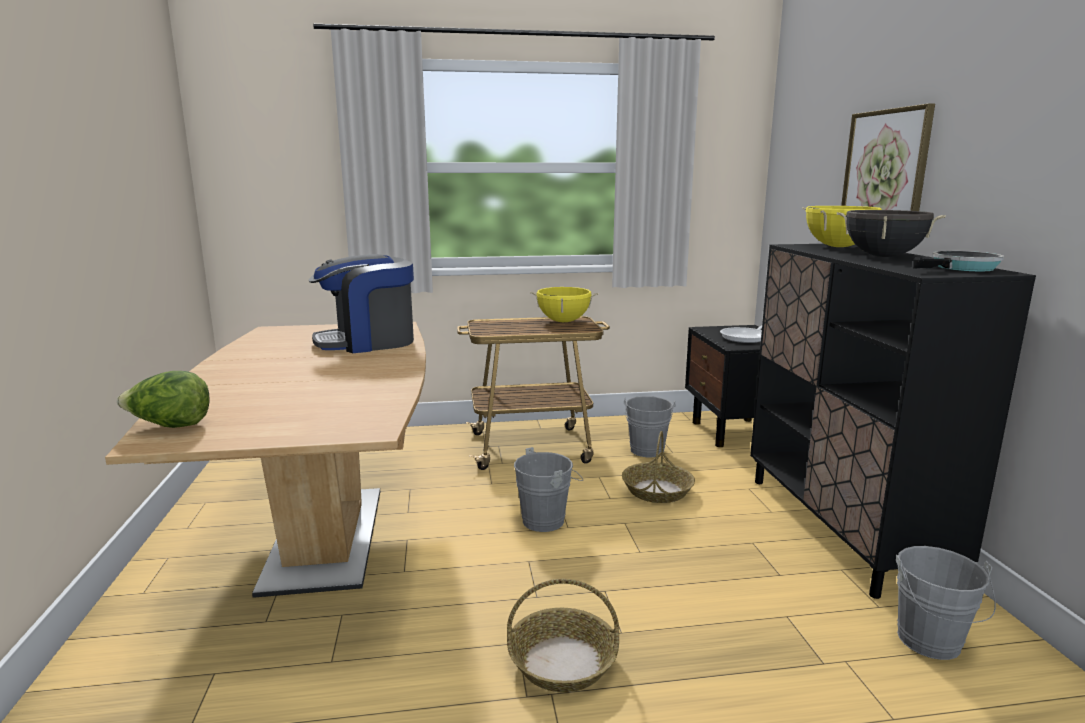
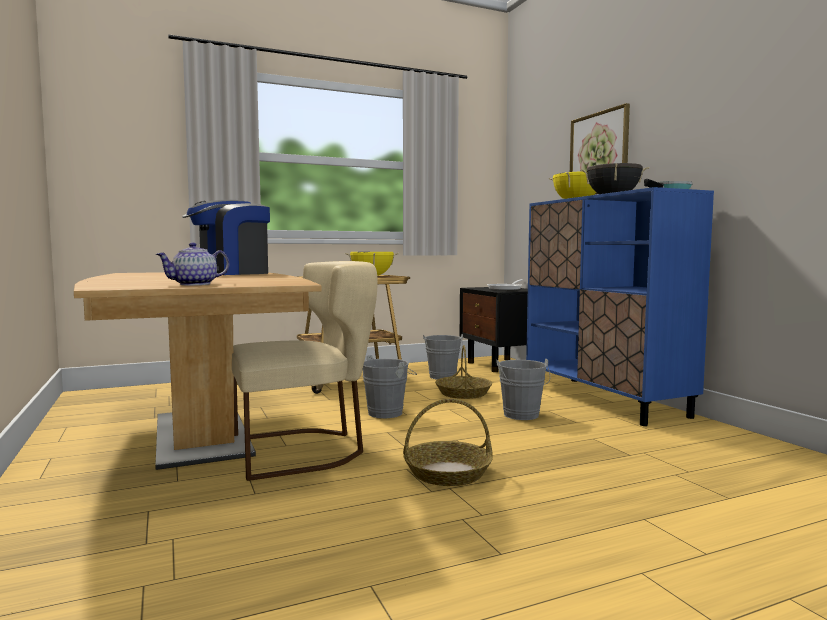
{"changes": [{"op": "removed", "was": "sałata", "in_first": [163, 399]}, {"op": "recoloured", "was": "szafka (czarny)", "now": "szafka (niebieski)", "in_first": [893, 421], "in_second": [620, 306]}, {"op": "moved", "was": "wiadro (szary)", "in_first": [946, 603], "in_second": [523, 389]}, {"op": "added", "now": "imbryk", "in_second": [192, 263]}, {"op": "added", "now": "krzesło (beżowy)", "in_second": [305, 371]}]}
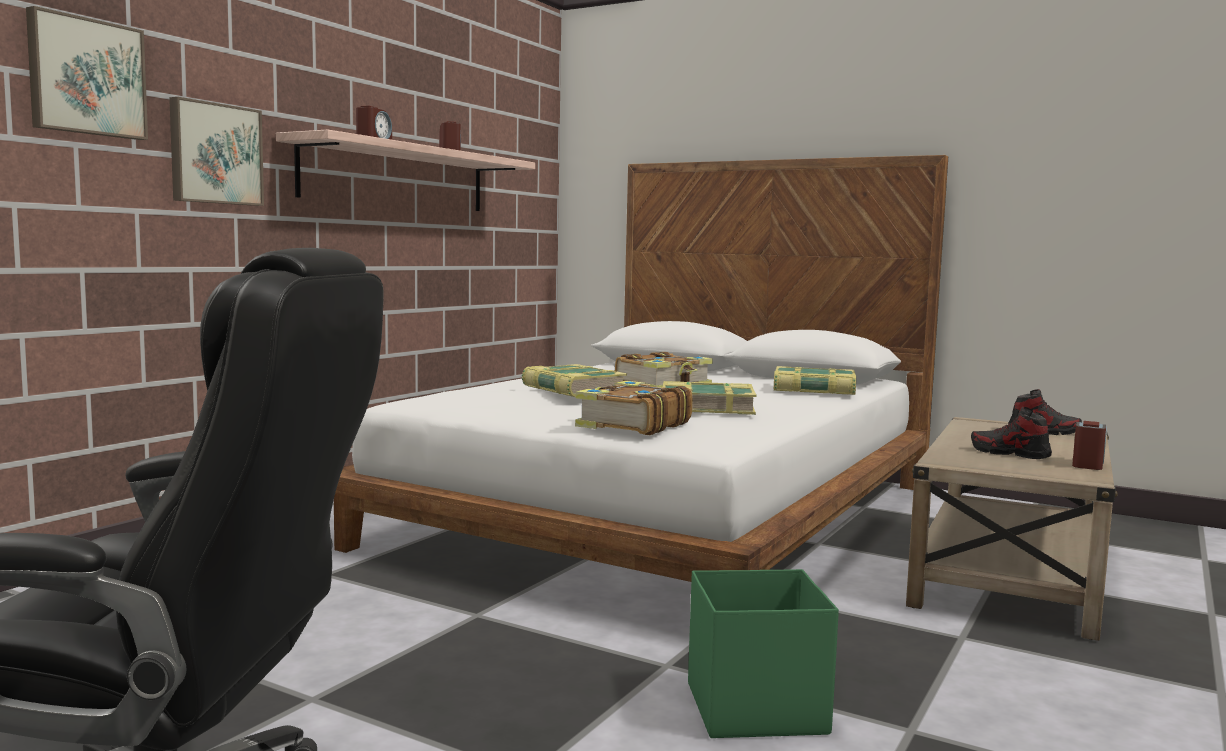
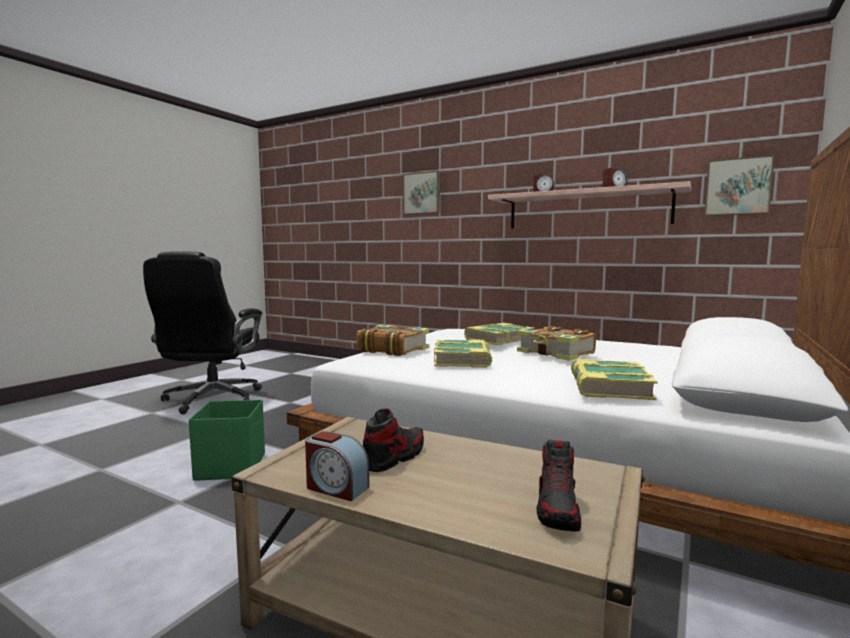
{"changes": [{"op": "moved", "was": "obraz", "in_first": [216, 151], "in_second": [739, 185]}]}
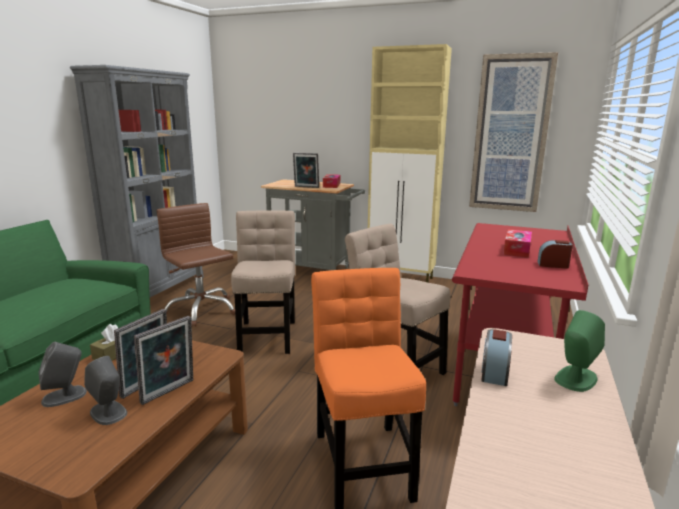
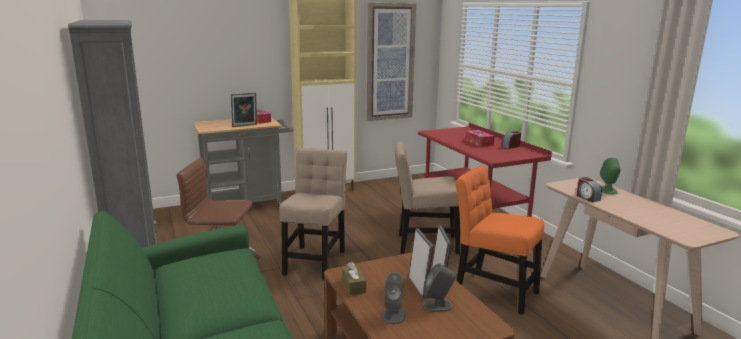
{"changes": [{"op": "turned", "was": "krzesło (beżowy)", "in_first": [263, 282], "in_second": [313, 214], "clockwise": 60}]}
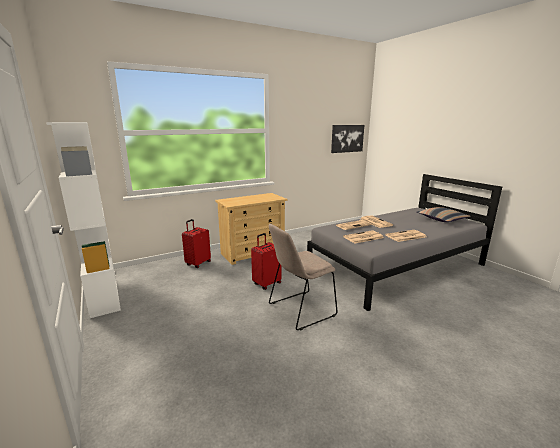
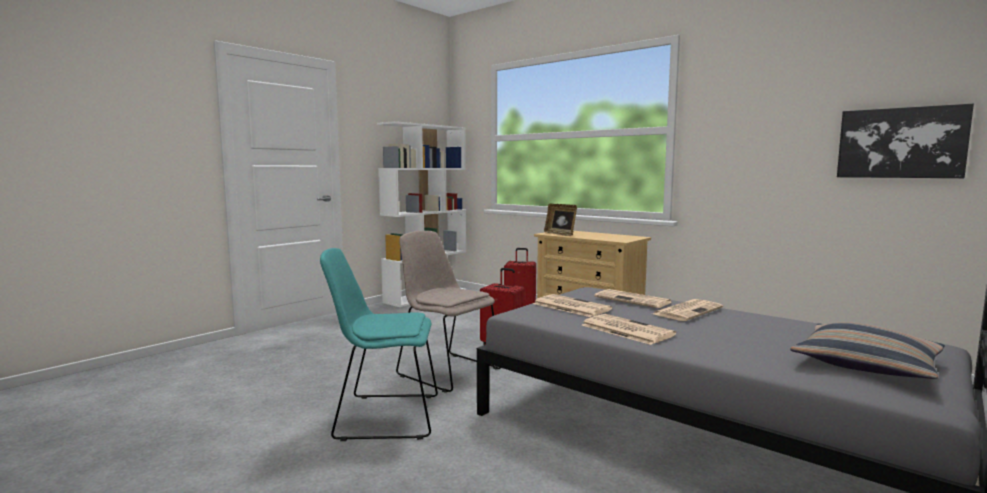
{"changes": [{"op": "added", "now": "krzesło (turkusowy)", "in_second": [379, 344]}, {"op": "added", "now": "ramka na zdjęcie", "in_second": [560, 219]}]}
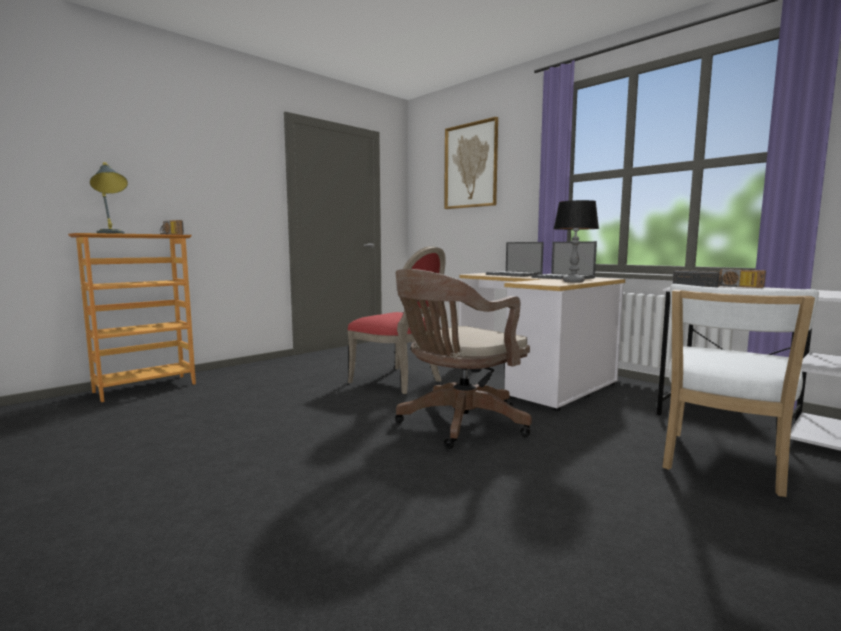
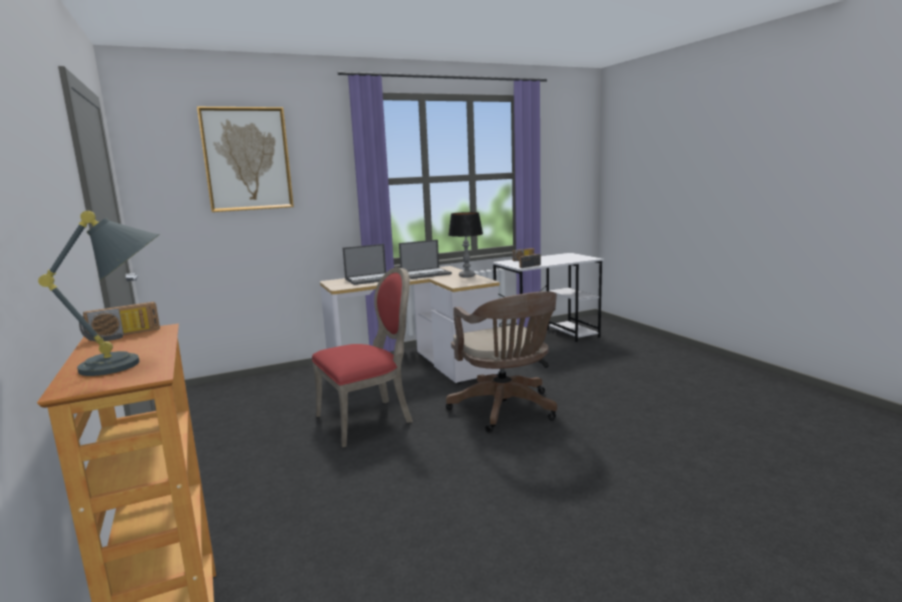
{"changes": [{"op": "removed", "was": "krzesło (biały)", "in_first": [741, 390]}]}
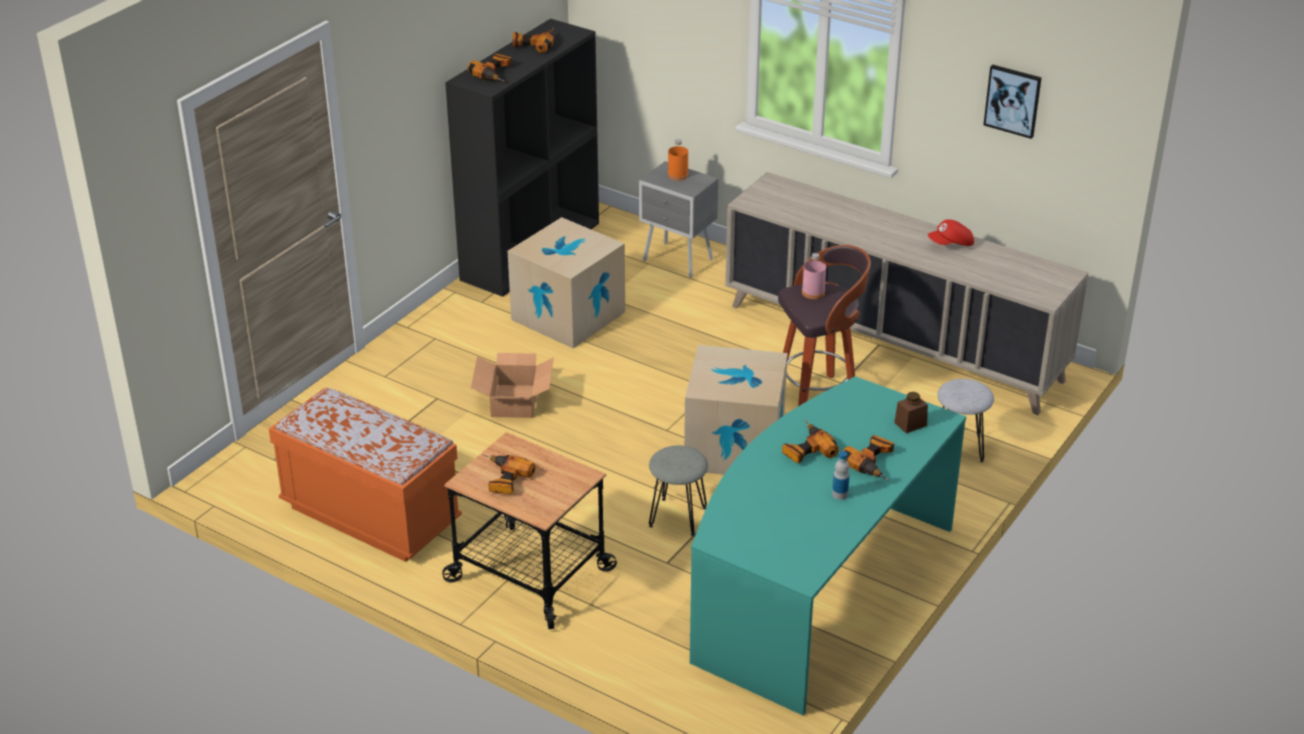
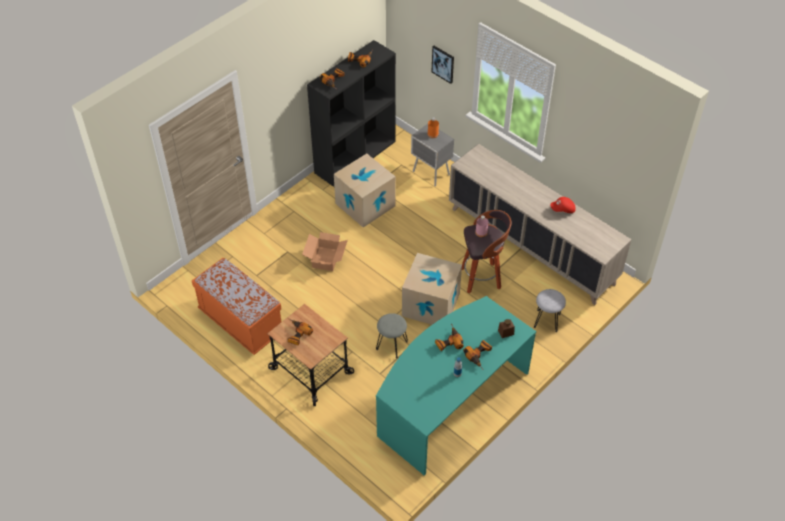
{"changes": [{"op": "moved", "was": "obraz", "in_first": [1012, 101], "in_second": [443, 65]}]}
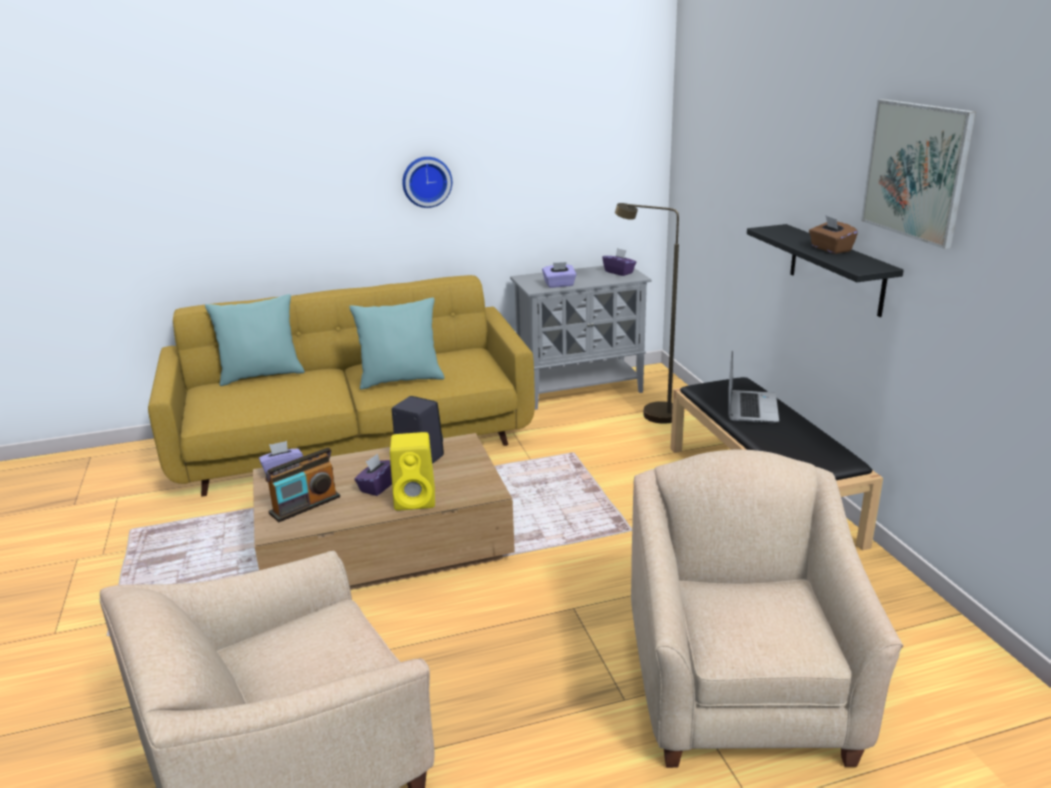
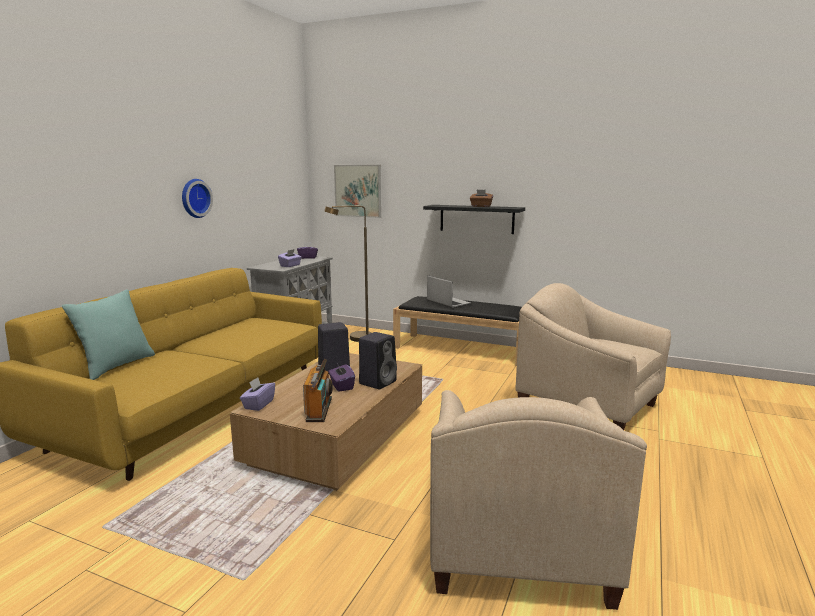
{"changes": [{"op": "removed", "was": "poduszka (turkusowy)", "in_first": [397, 344]}, {"op": "recoloured", "was": "głośnik (żółty)", "now": "głośnik (czarny)", "in_first": [412, 471], "in_second": [378, 360]}, {"op": "moved", "was": "obraz", "in_first": [918, 174], "in_second": [357, 191]}]}
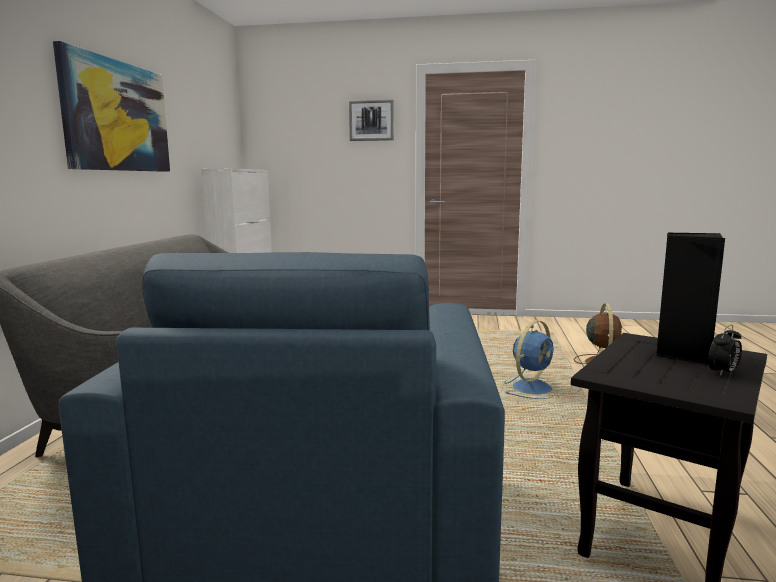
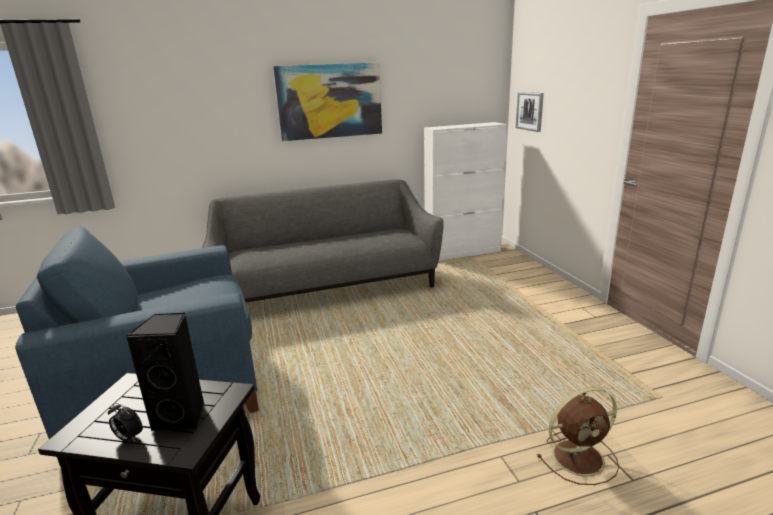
{"changes": [{"op": "moved", "was": "obraz", "in_first": [371, 120], "in_second": [530, 112]}, {"op": "removed", "was": "wentylator (niebieski)", "in_first": [529, 359]}]}
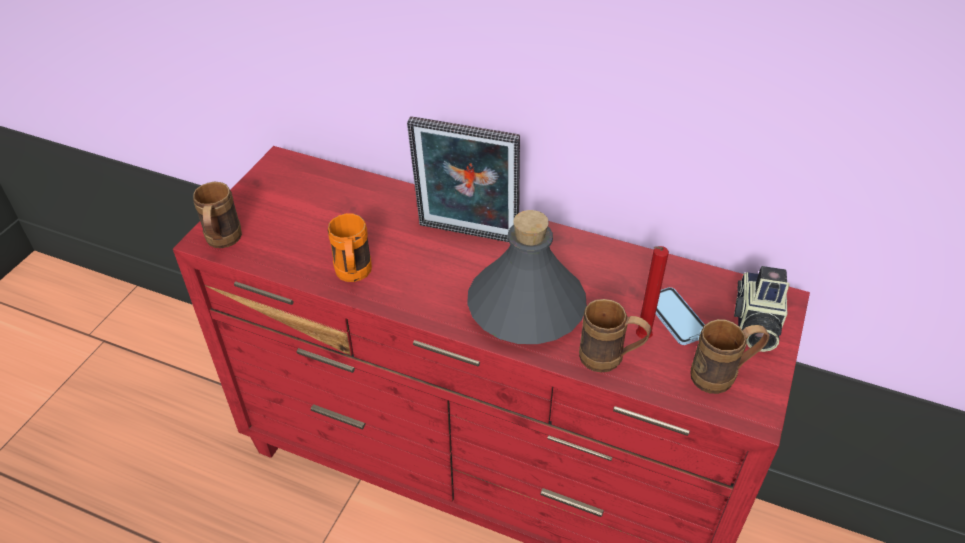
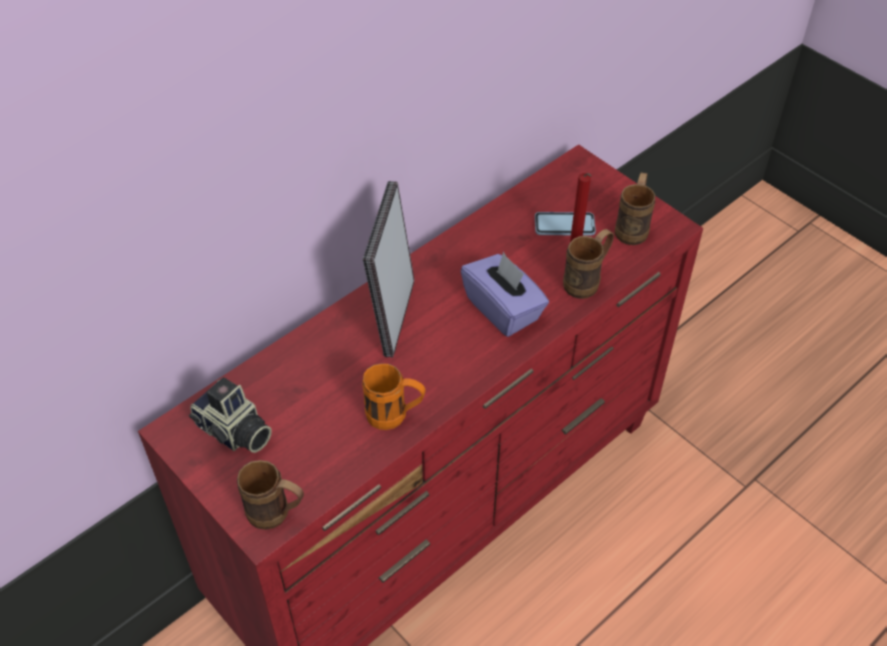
{"changes": [{"op": "turned", "was": "ramka na zdjęcie", "in_first": [463, 179], "in_second": [388, 269], "clockwise": 150}, {"op": "replaced", "was": "butelka (szary)", "now": "pudełko chusteczek (fioletowy)", "in_first": [527, 277], "in_second": [505, 294]}, {"op": "moved", "was": "aparat fotograficzny", "in_first": [762, 309], "in_second": [230, 415]}]}
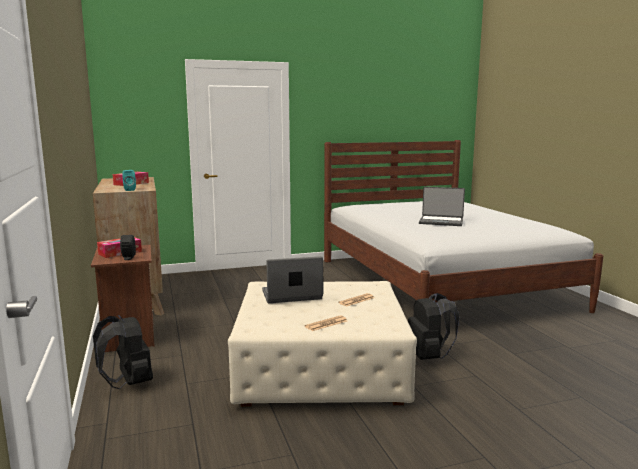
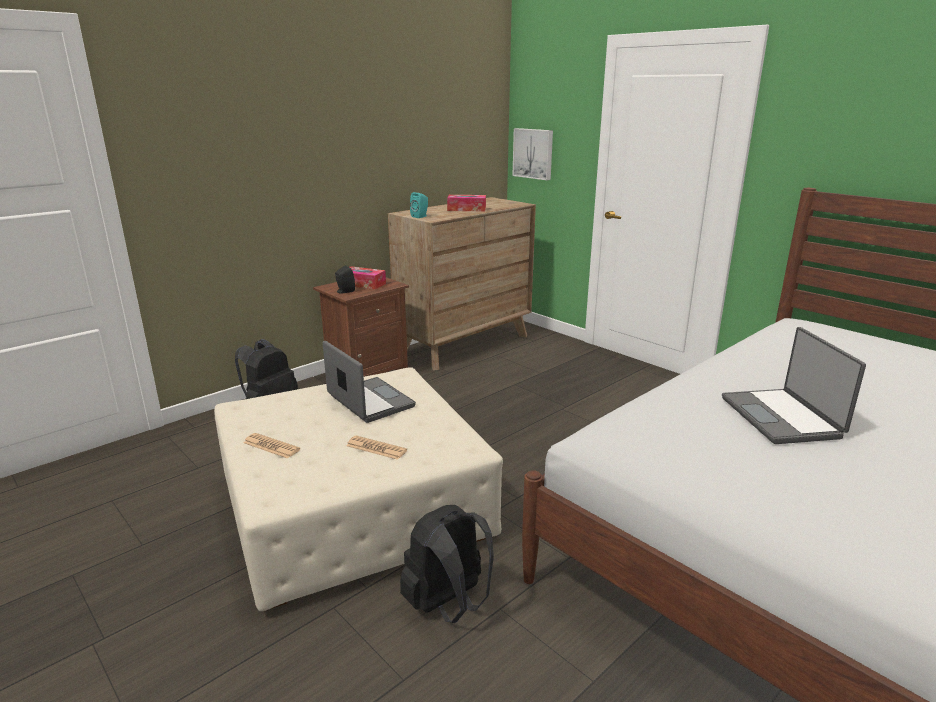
{"changes": [{"op": "added", "now": "obraz", "in_second": [532, 154]}]}
